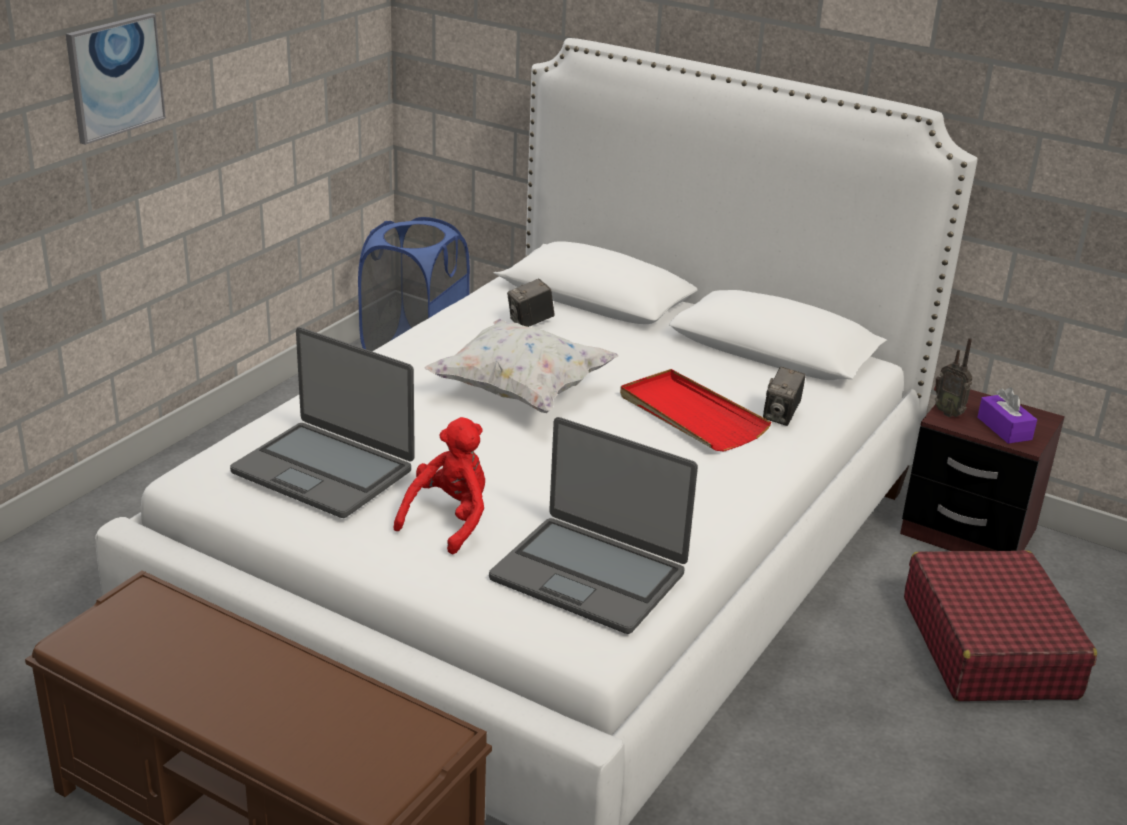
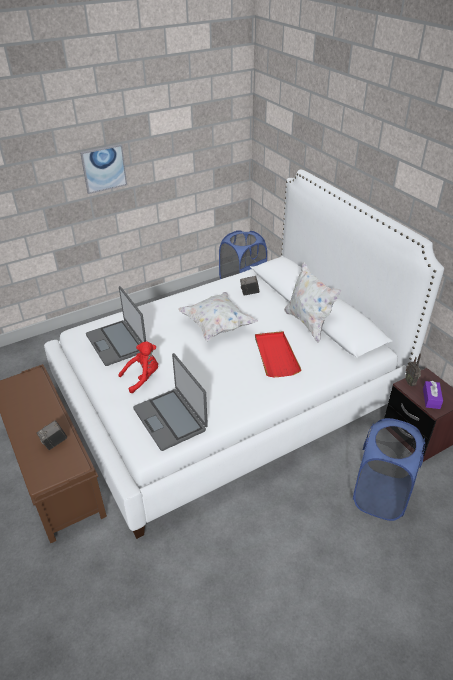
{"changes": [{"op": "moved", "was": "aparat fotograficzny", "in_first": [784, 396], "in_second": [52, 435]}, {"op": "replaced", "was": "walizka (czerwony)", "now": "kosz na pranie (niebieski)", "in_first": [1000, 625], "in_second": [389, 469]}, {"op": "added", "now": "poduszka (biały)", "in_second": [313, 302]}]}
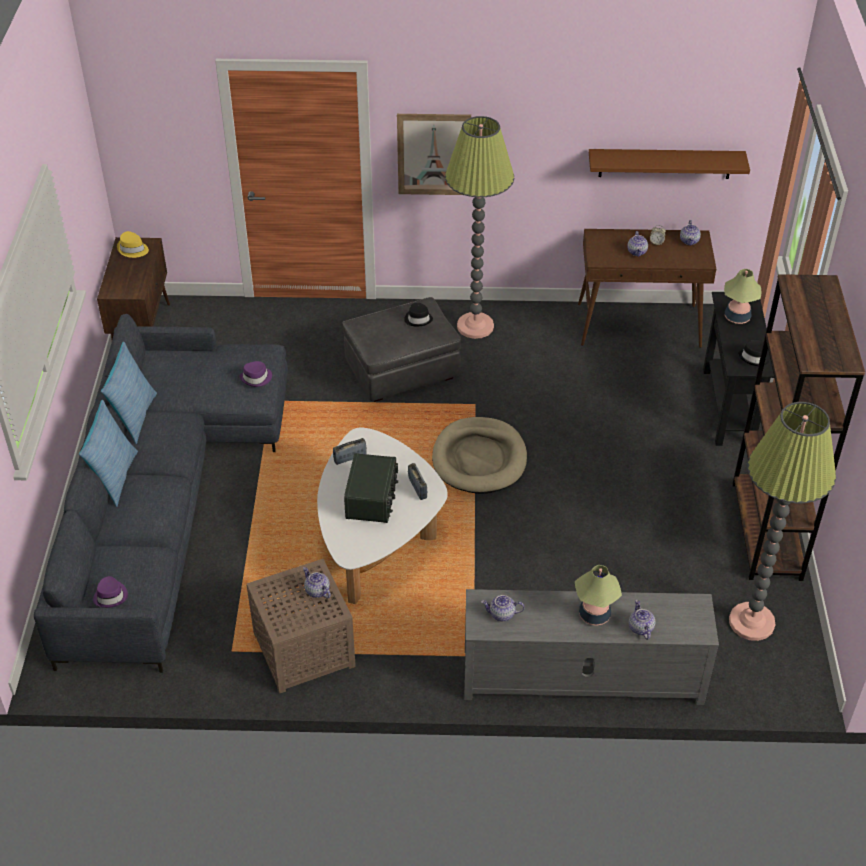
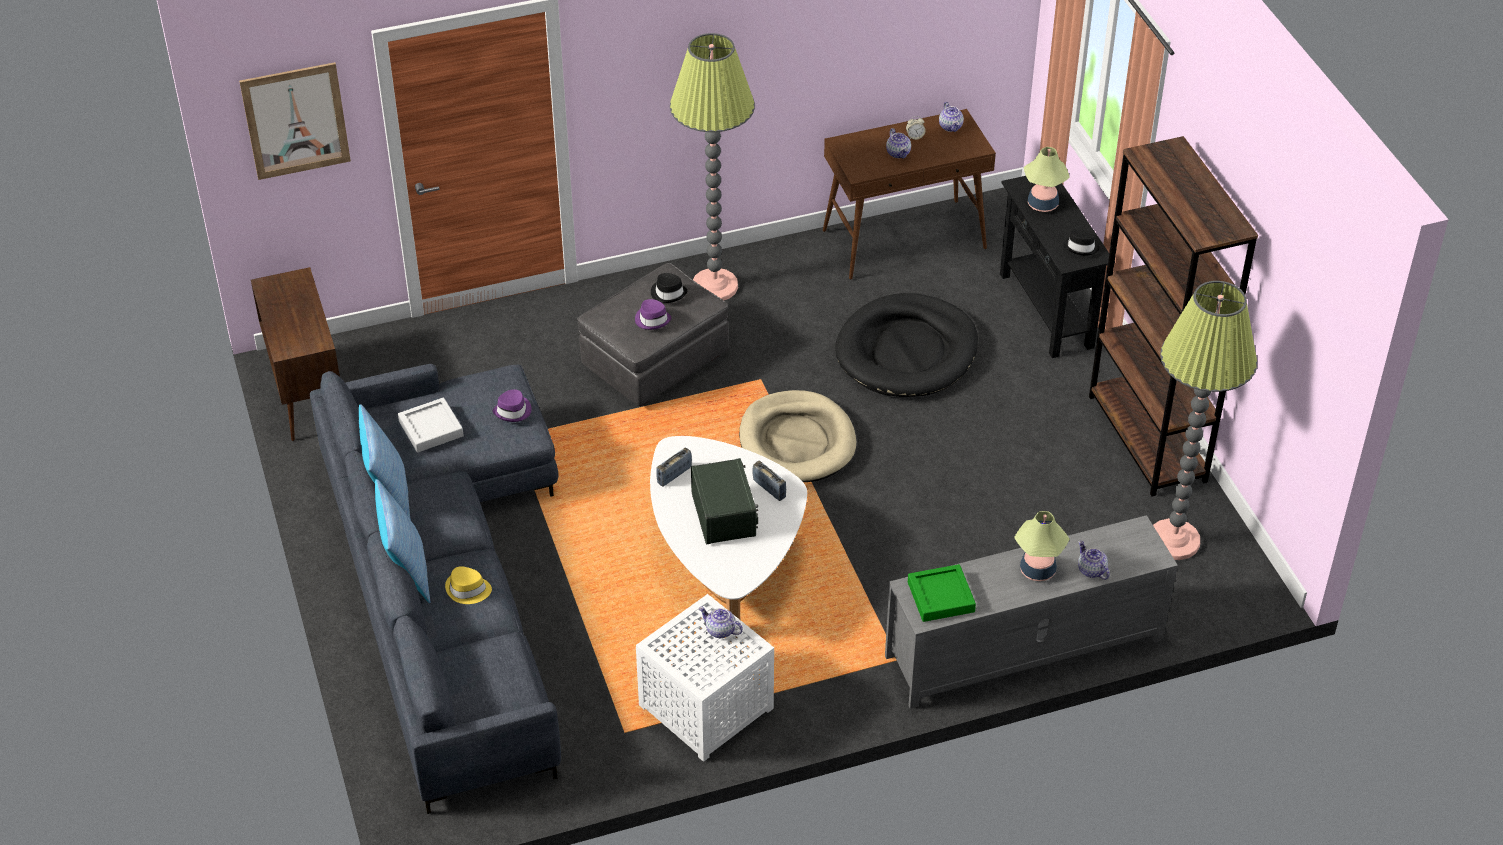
{"changes": [{"op": "moved", "was": "kapelusz (fioletowy)", "in_first": [110, 592], "in_second": [653, 314]}, {"op": "moved", "was": "kapelusz (żółty)", "in_first": [133, 244], "in_second": [468, 585]}, {"op": "recoloured", "was": "stolik (brązowy)", "now": "stolik (biały)", "in_first": [301, 626], "in_second": [705, 678]}, {"op": "moved", "was": "obraz", "in_first": [434, 154], "in_second": [295, 121]}, {"op": "replaced", "was": "imbryk", "now": "taca (zielony)", "in_first": [502, 608], "in_second": [942, 593]}, {"op": "removed", "was": "półka (brązowy)", "in_first": [669, 164]}, {"op": "added", "now": "taca (szary)", "in_second": [431, 425]}, {"op": "added", "now": "legowisko (czarny)", "in_second": [906, 345]}]}
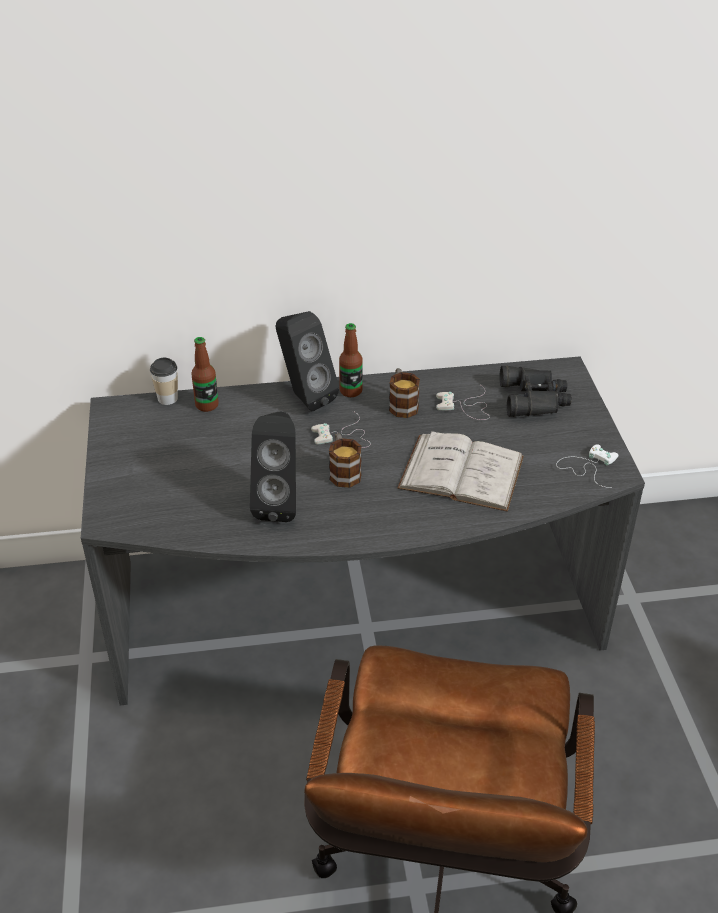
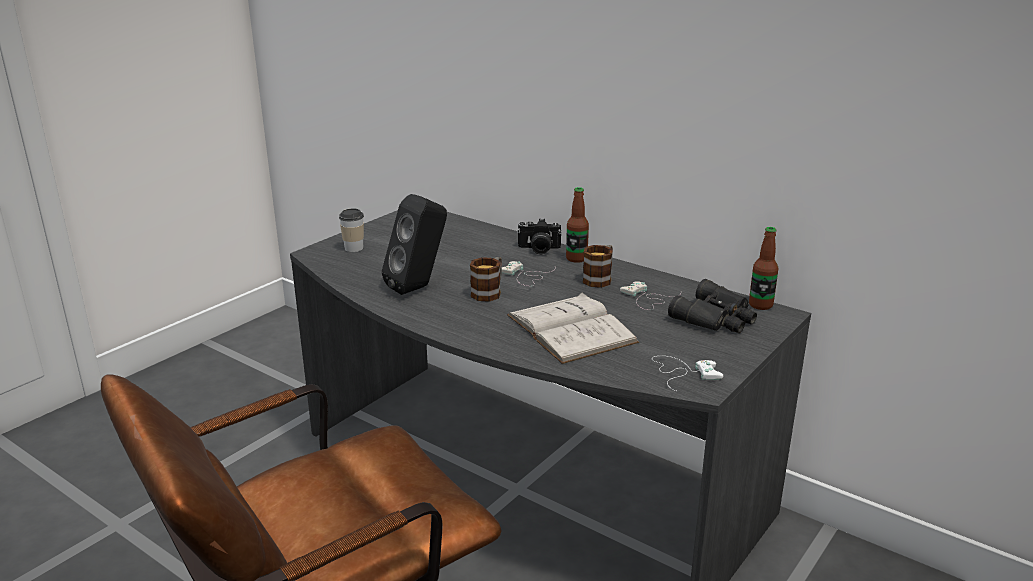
{"changes": [{"op": "moved", "was": "filiżanka", "in_first": [164, 381], "in_second": [351, 230]}, {"op": "moved", "was": "butelka", "in_first": [205, 374], "in_second": [764, 268]}, {"op": "replaced", "was": "głośnik (czarny)", "now": "aparat fotograficzny", "in_first": [307, 361], "in_second": [539, 236]}]}
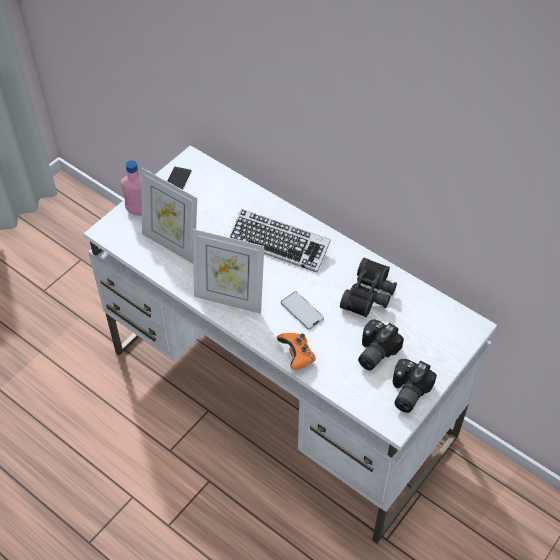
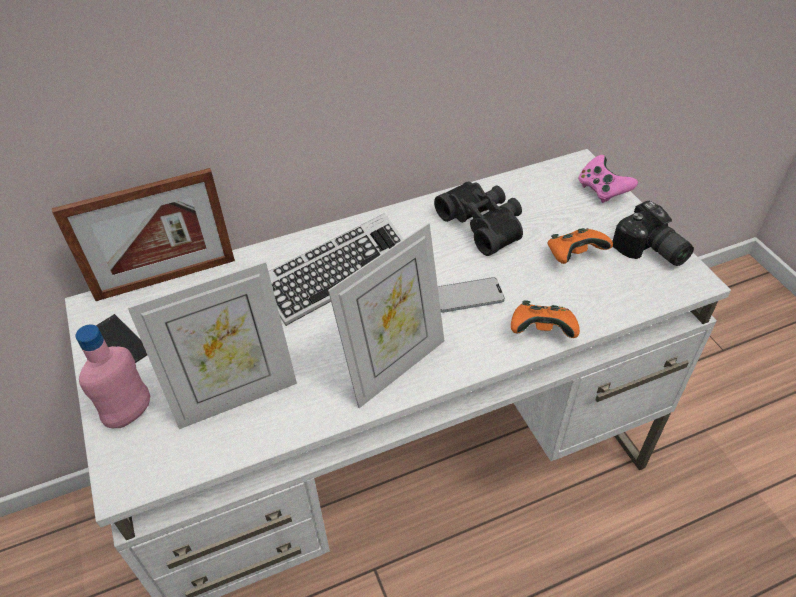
{"changes": [{"op": "replaced", "was": "aparat fotograficzny", "now": "pad do gier (pomarańczowy)", "in_first": [381, 344], "in_second": [580, 246]}, {"op": "added", "now": "ramka na zdjęcie", "in_second": [143, 234]}, {"op": "added", "now": "pad do gier (różowy)", "in_second": [608, 179]}]}
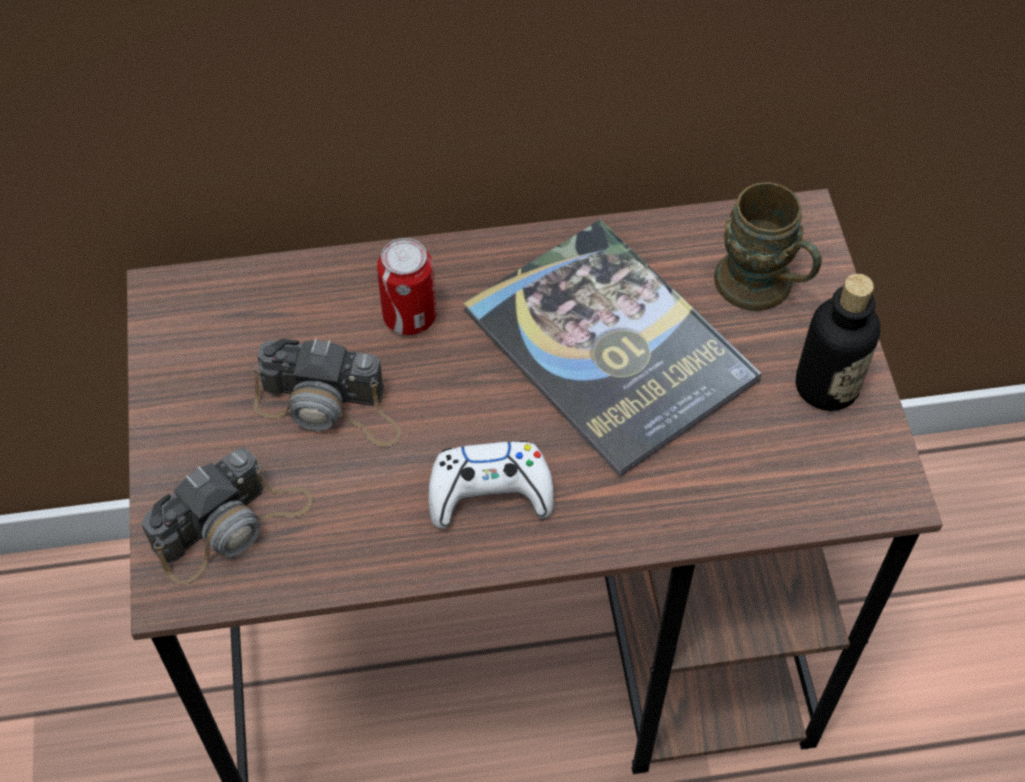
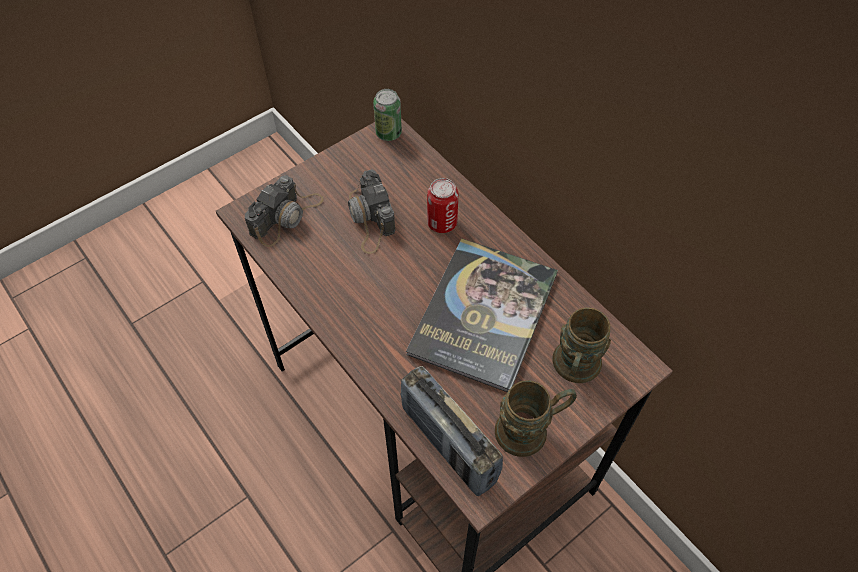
{"changes": [{"op": "turned", "was": "aparat fotograficzny", "in_first": [227, 516], "in_second": [284, 211], "clockwise": -75}, {"op": "removed", "was": "pad do gier (biały)", "in_first": [491, 485]}, {"op": "replaced", "was": "butelka", "now": "kubek (brązowy)", "in_first": [838, 342], "in_second": [536, 418]}, {"op": "added", "now": "puszka", "in_second": [387, 115]}, {"op": "added", "now": "radio", "in_second": [452, 431]}]}
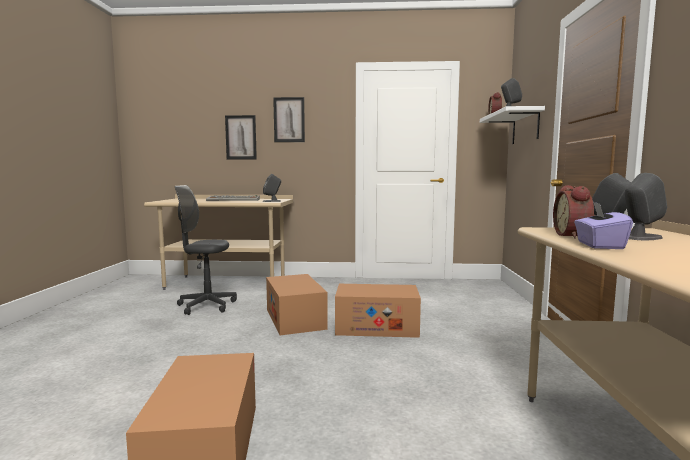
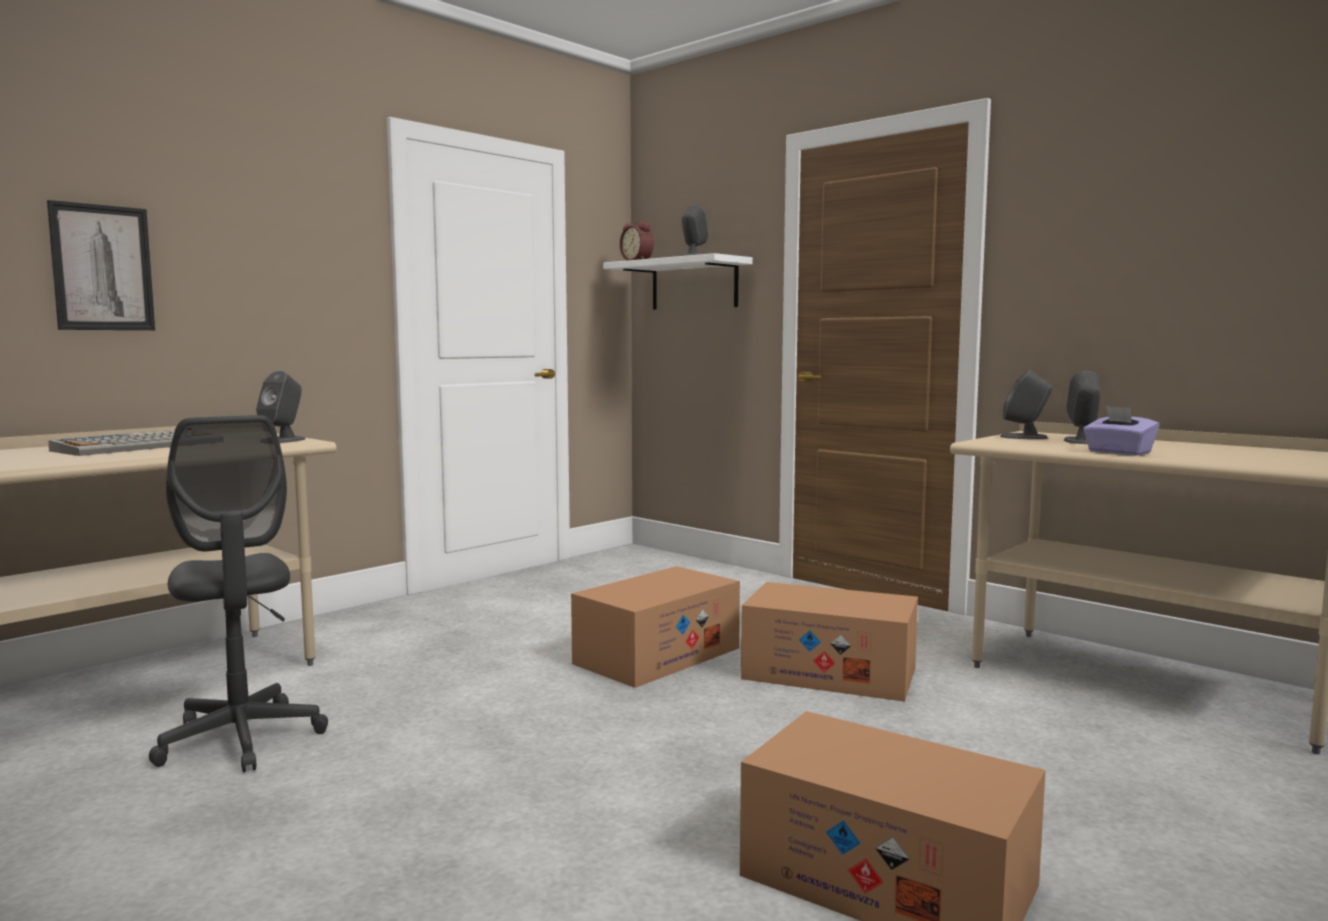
{"changes": [{"op": "turned", "was": "krzesło biurowe (szary)", "in_first": [206, 250], "in_second": [238, 594], "clockwise": -75}, {"op": "moved", "was": "karton", "in_first": [297, 304], "in_second": [829, 642]}, {"op": "removed", "was": "obraz", "in_first": [289, 119]}, {"op": "removed", "was": "budzik", "in_first": [573, 212]}]}
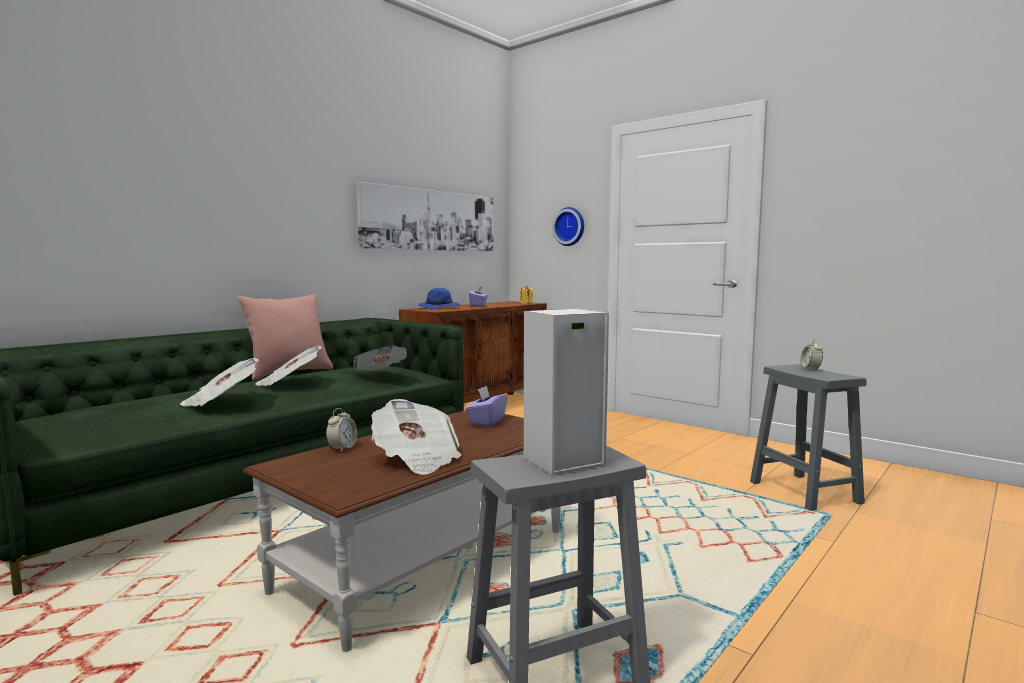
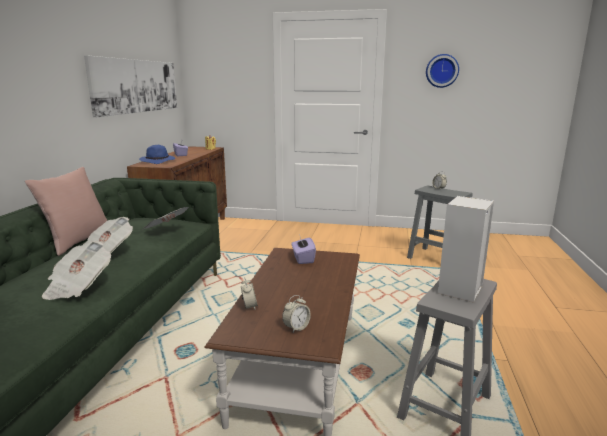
{"changes": [{"op": "removed", "was": "gazeta", "in_first": [416, 437]}, {"op": "moved", "was": "zegar ścienny", "in_first": [568, 226], "in_second": [442, 71]}, {"op": "added", "now": "budzik", "in_second": [296, 313]}]}
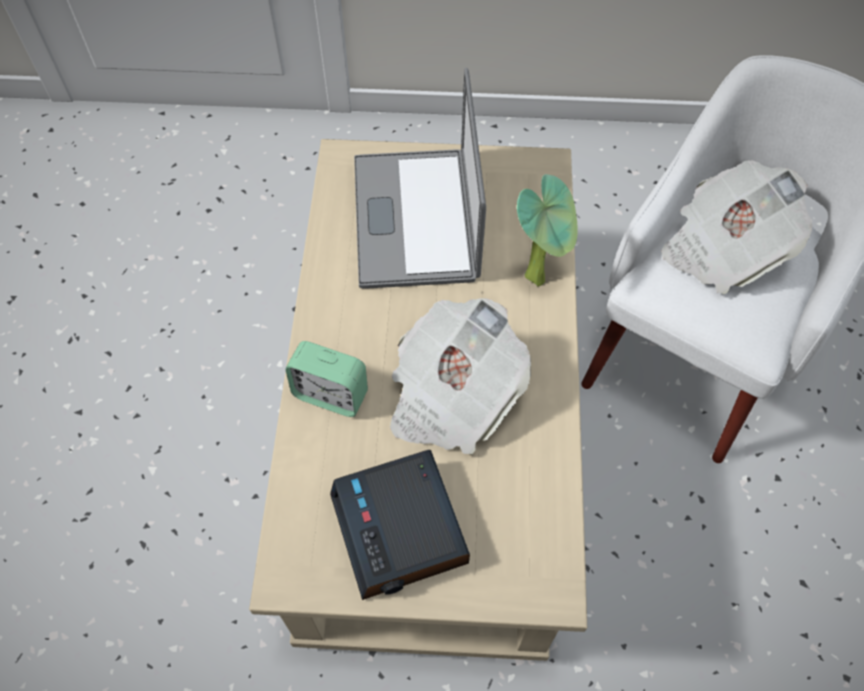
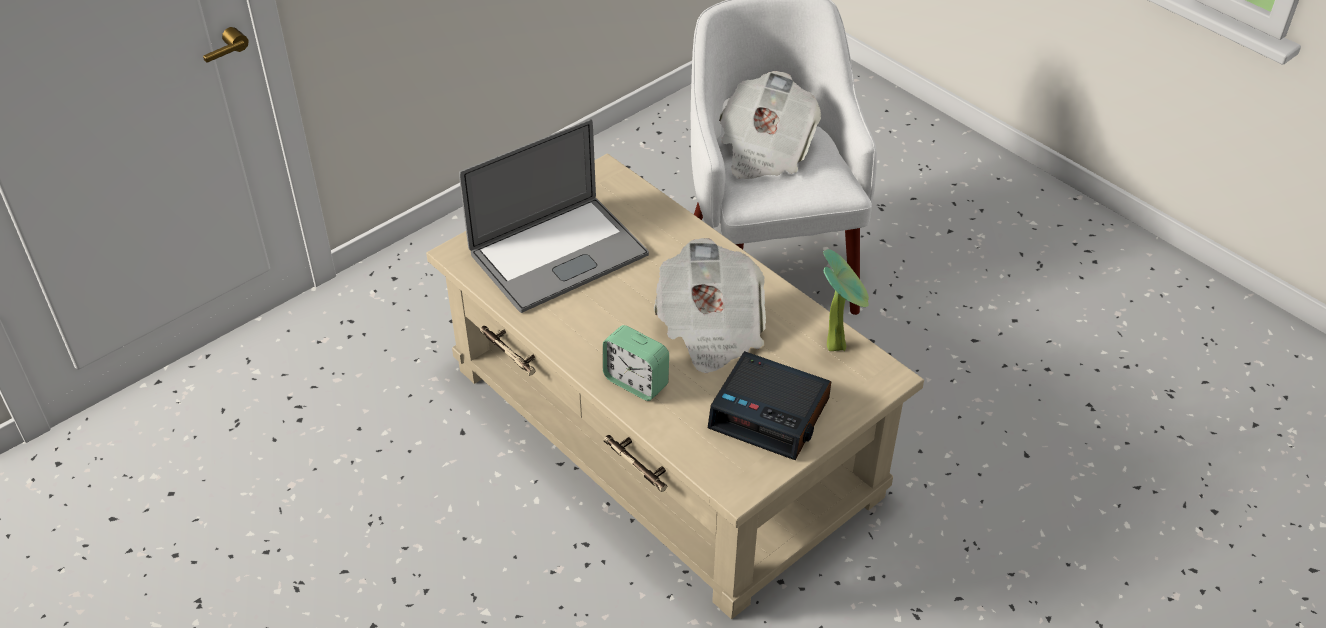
{"changes": [{"op": "turned", "was": "budzik", "in_first": [326, 379], "in_second": [636, 363], "clockwise": 60}, {"op": "turned", "was": "laptop", "in_first": [420, 178], "in_second": [554, 216], "clockwise": -75}, {"op": "moved", "was": "roślina doniczkowa", "in_first": [547, 230], "in_second": [846, 300]}]}
